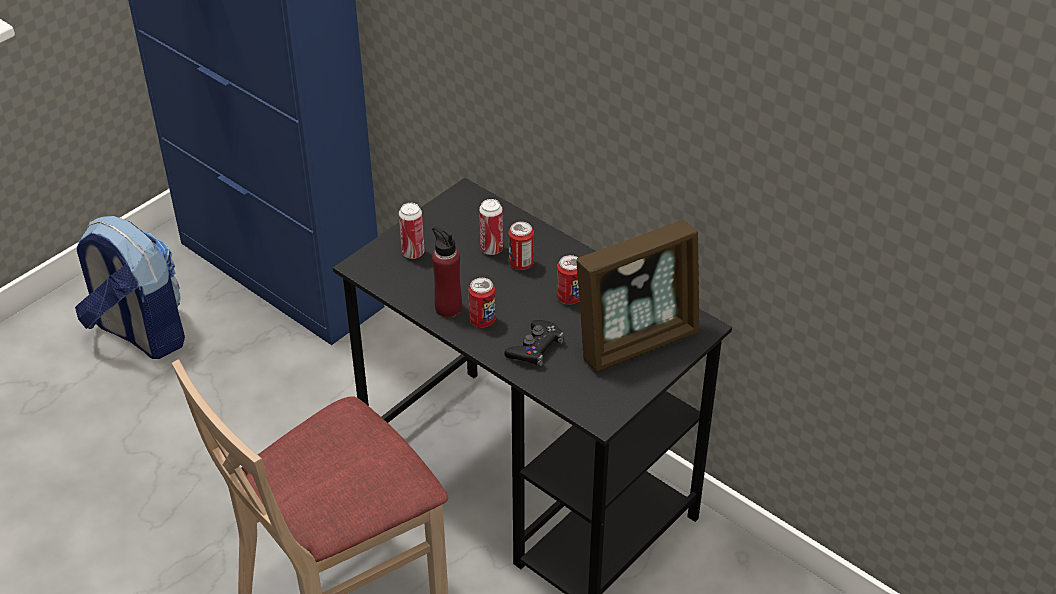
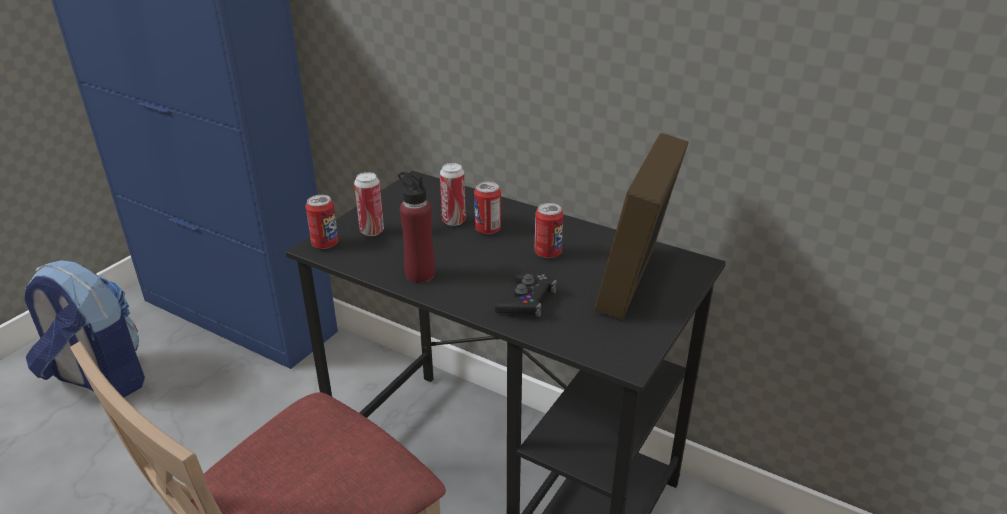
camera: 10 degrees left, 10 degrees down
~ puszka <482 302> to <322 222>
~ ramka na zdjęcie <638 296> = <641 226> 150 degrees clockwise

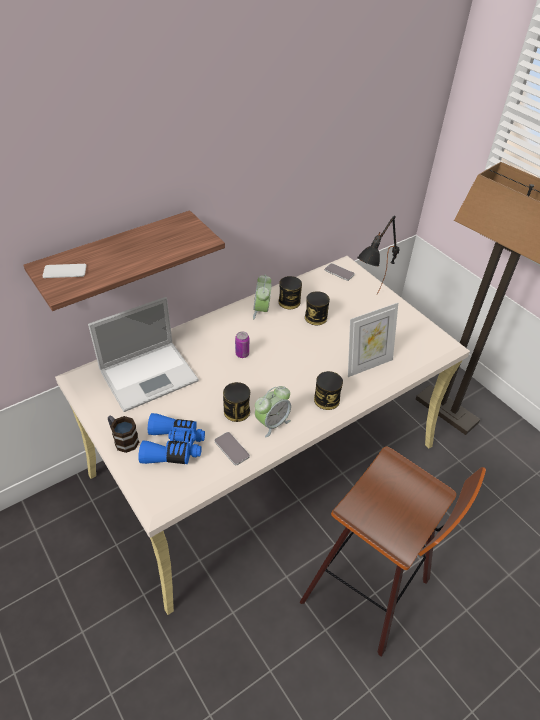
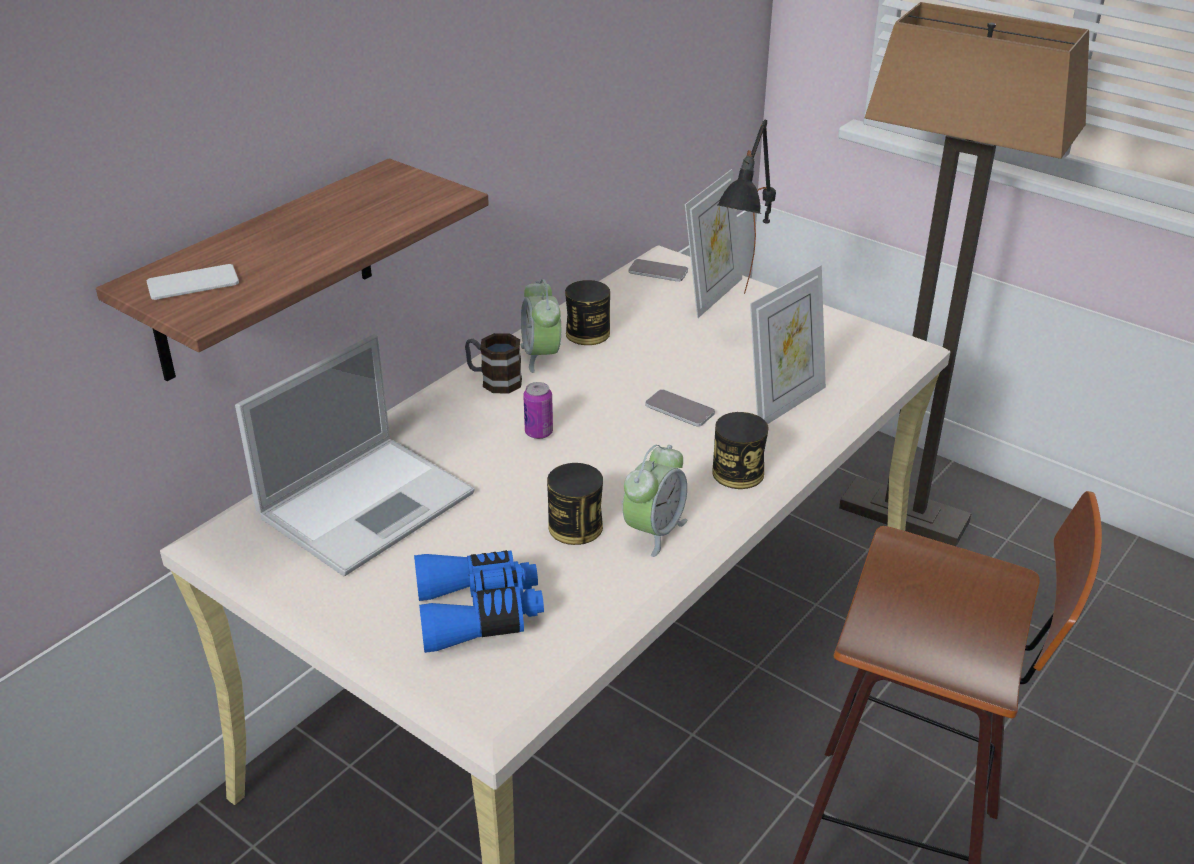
camera: 15 degrees left, 10 degrees down
- puszka <317 308>
+ ramka na zdjęcie <713 243>
~ kubek <123 434> to <493 363>
~ telefon <232 448> to <680 408>

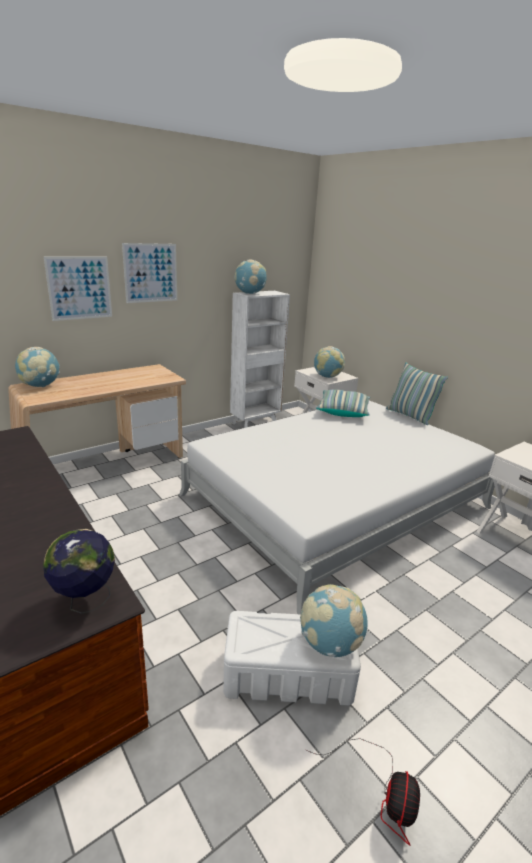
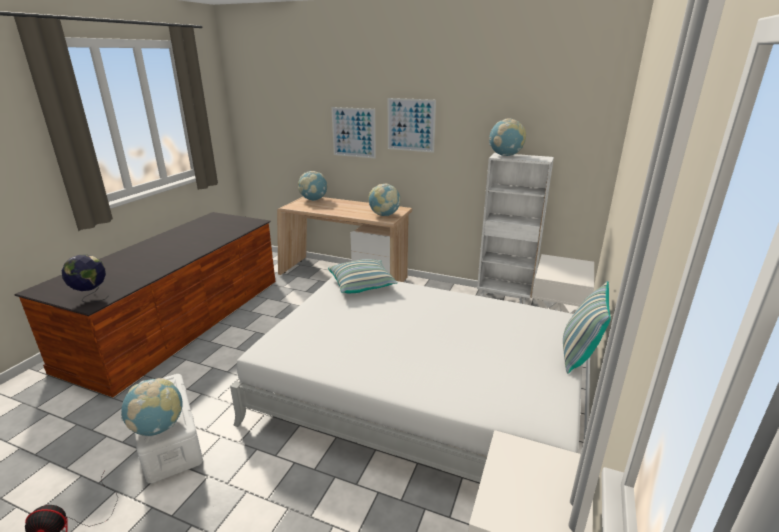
camera: 60 degrees right, 0 degrees up
~ globus <329 362> to <384 200>
~ poduszka <343 403> to <363 276>

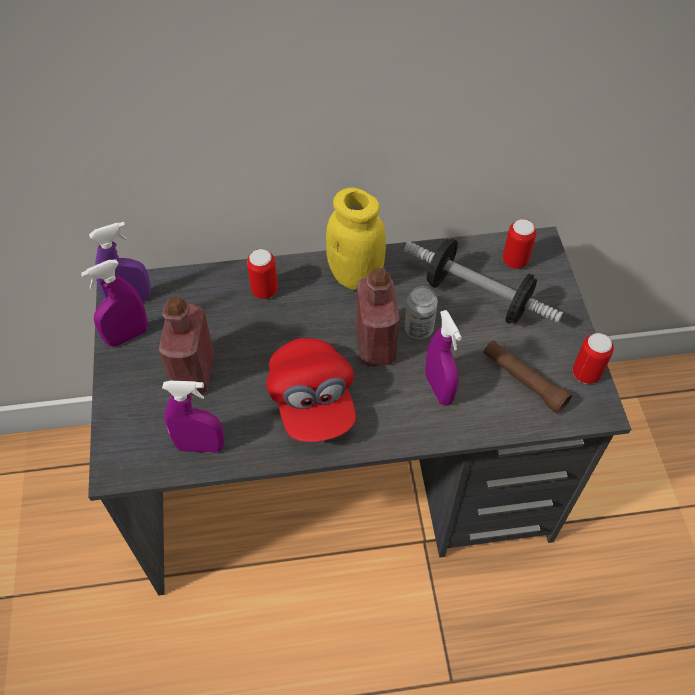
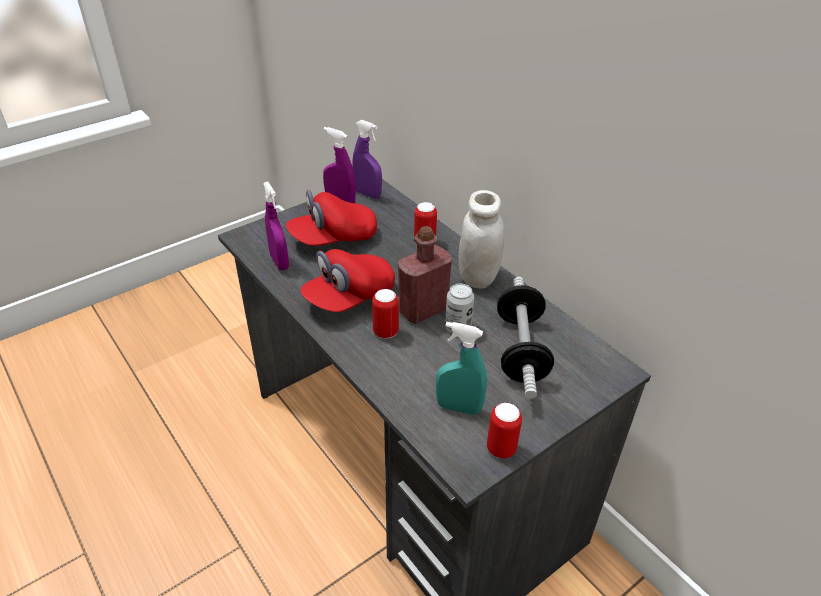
camera: 60 degrees right, 15 degrees down
- spryskiwacz/fioletowy <443 358>
~ puszka <519 244> to <385 314>
~ butelka/czerwony <186 345> to czapka z daszkiem/czerwony <331 218>
~ latarka/brązowy <527 377> to spryskiwacz/turkusowy <461 368>
~ słoik/żółty <356 239> to słoik/biały <481 239>

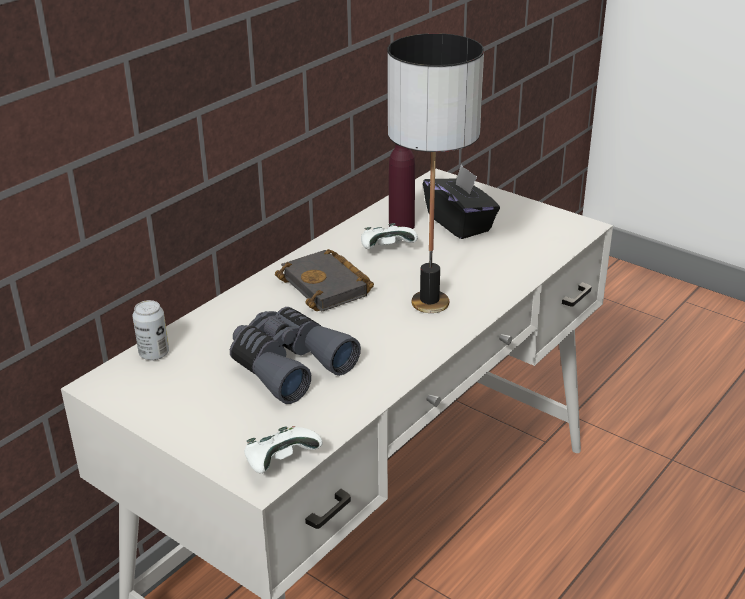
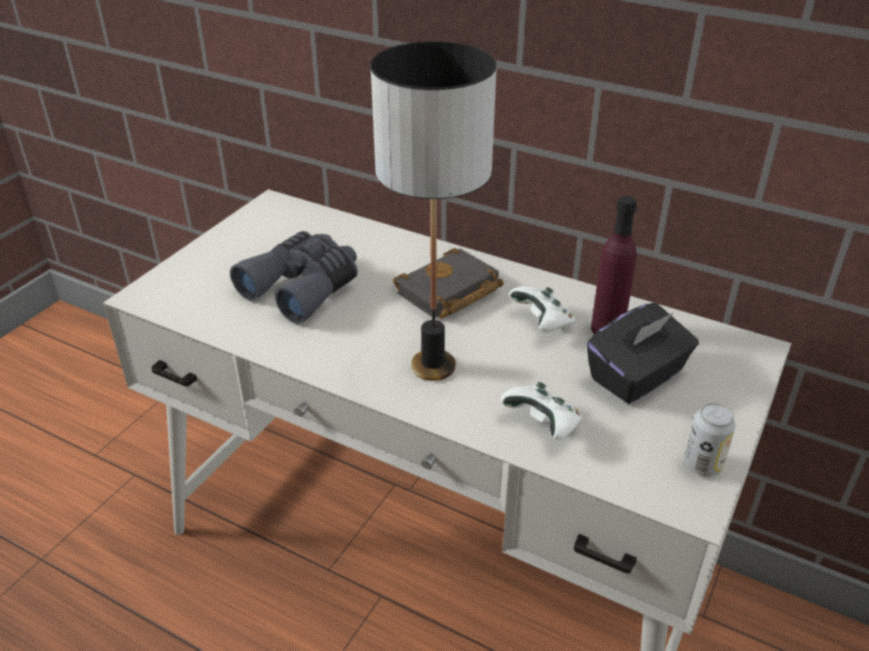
camera: 80 degrees right, 5 degrees up
~ puszka <150 330> to <710 439>
~ pad do gier/biały <283 450> to <541 411>

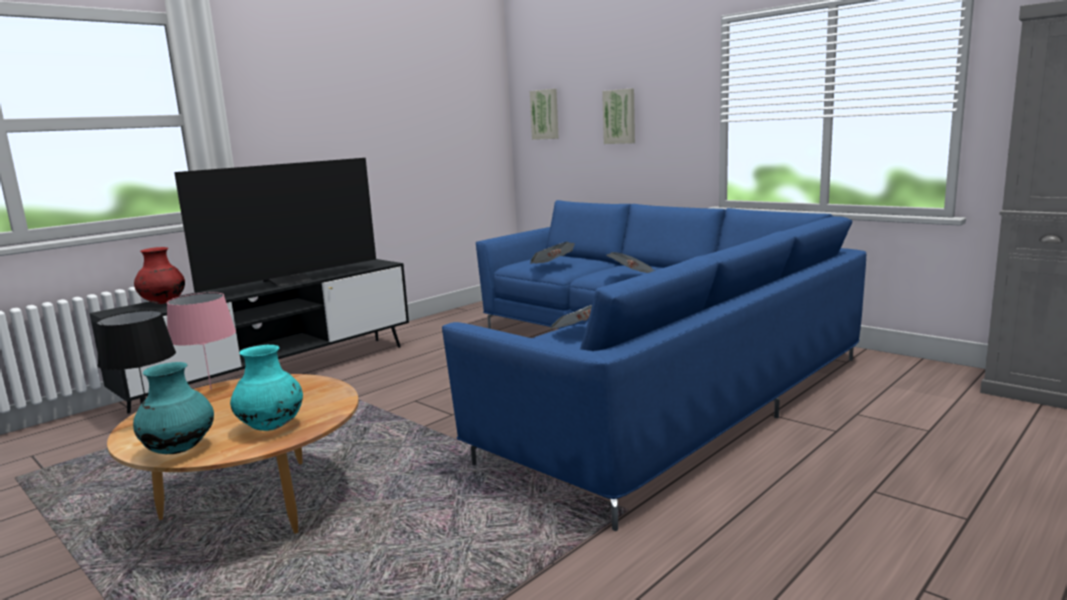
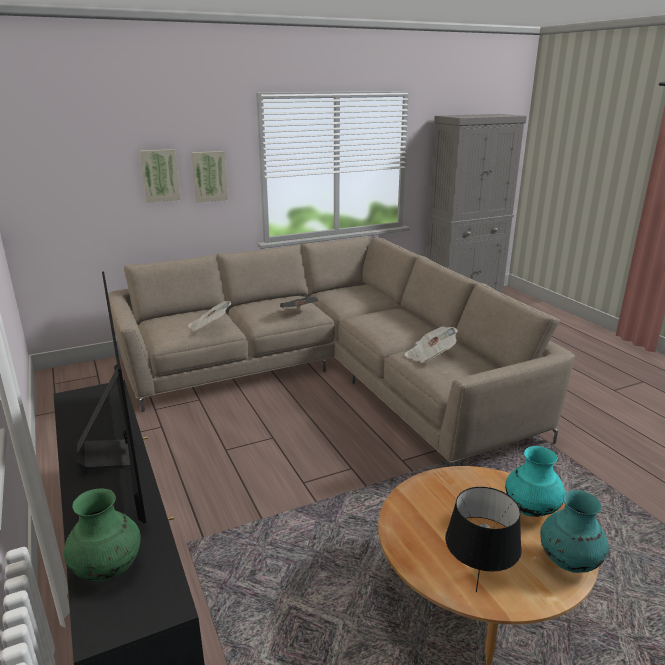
camera: 70 degrees left, 10 degrees up
- lampa stołowa/różowy <201 341>
~ obraz <544 114> to <209 176>
~ wazon/czerwony <159 275> to wazon/zielony <102 534>
~ kanapa/niebieski <654 365> to kanapa/beżowy <341 351>

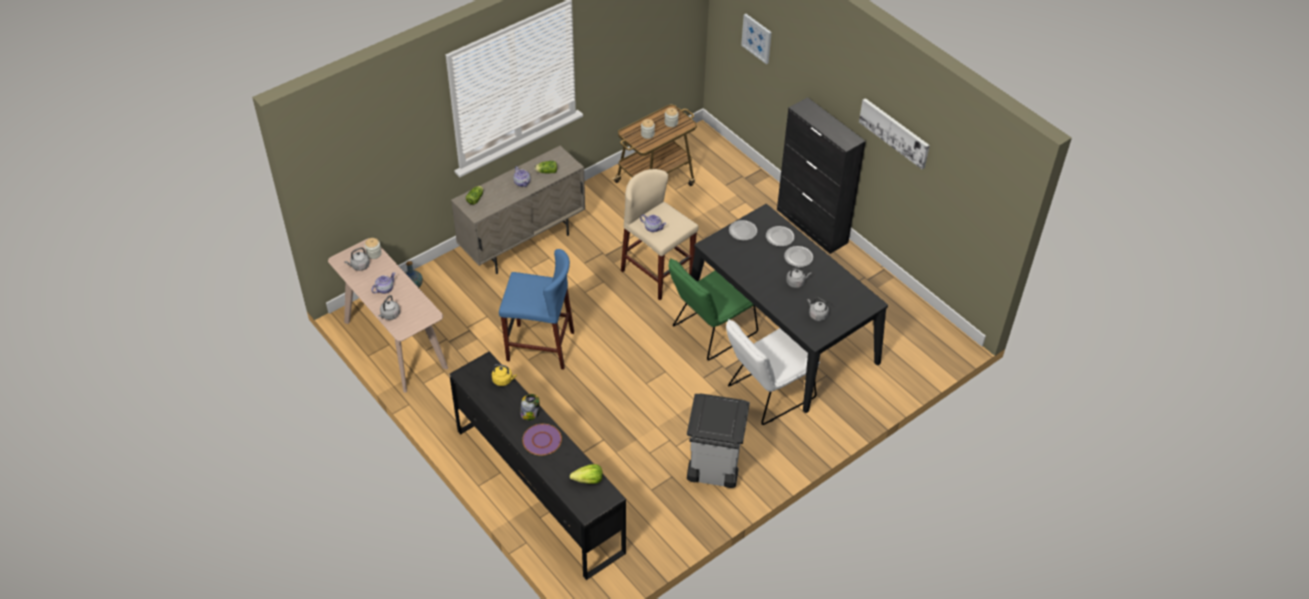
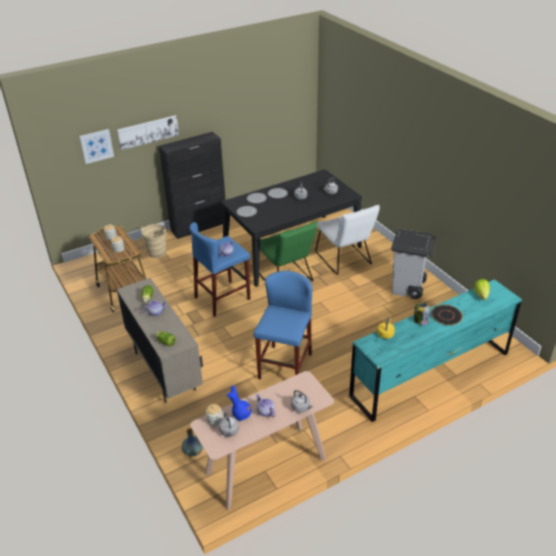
camera: 80 degrees left, 10 degrees down
+ wiadro/beżowy <153 241>
+ wazon/niebieski <239 403>
~ obraz <894 133> to <148 132>
~ komoda/czarny <537 466> to komoda/turkusowy <435 350>
~ talerz/fioletowy <542 440> to talerz/czarny <447 315>
~ stołek/beżowy <660 234> to stołek/niebieski <220 269>

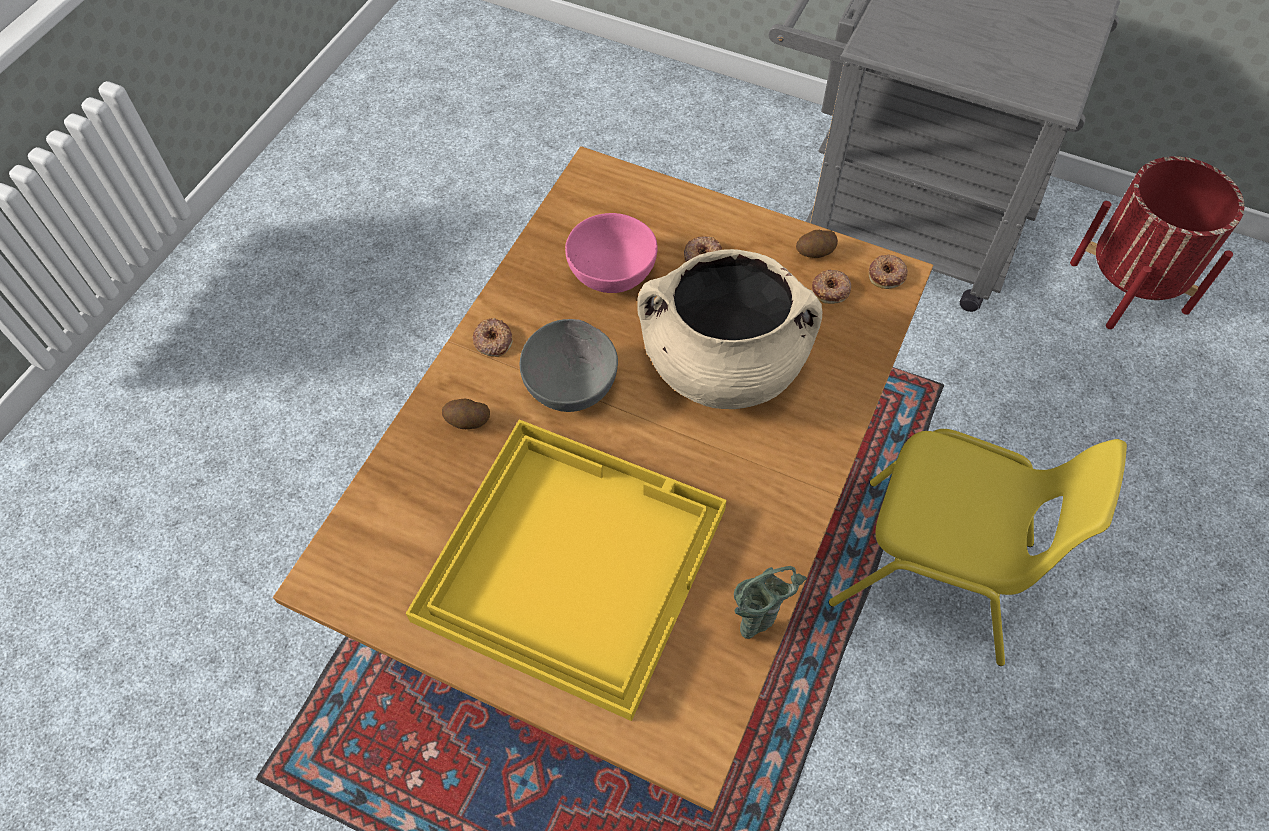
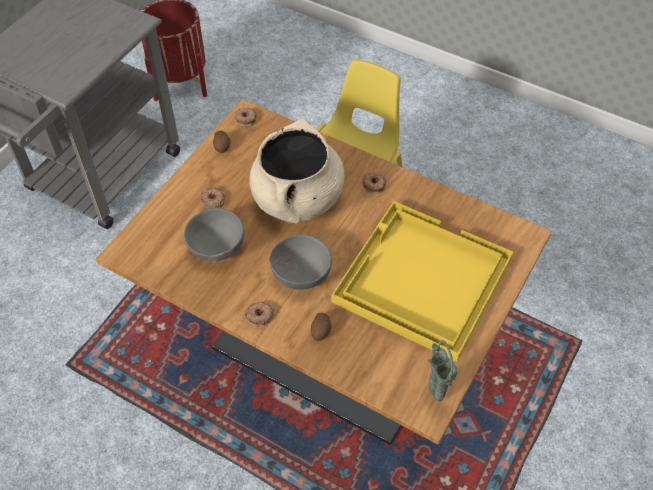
camera: 85 degrees left, 5 degrees down
~ wazon/zielony <770 602> to <442 370>
~ donut <831 287> to <374 183>
~ miska/różowy <611 253> to miska/szary <214 234>

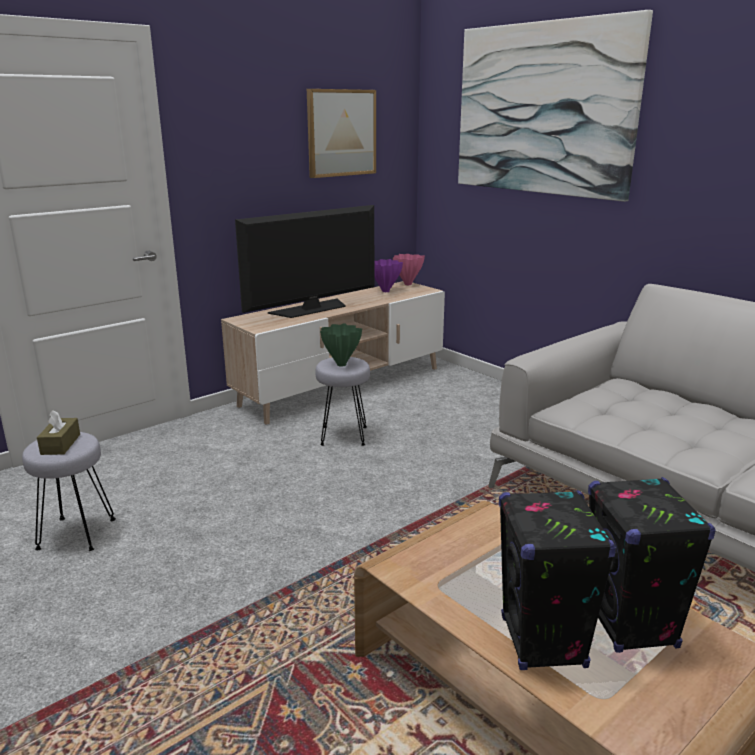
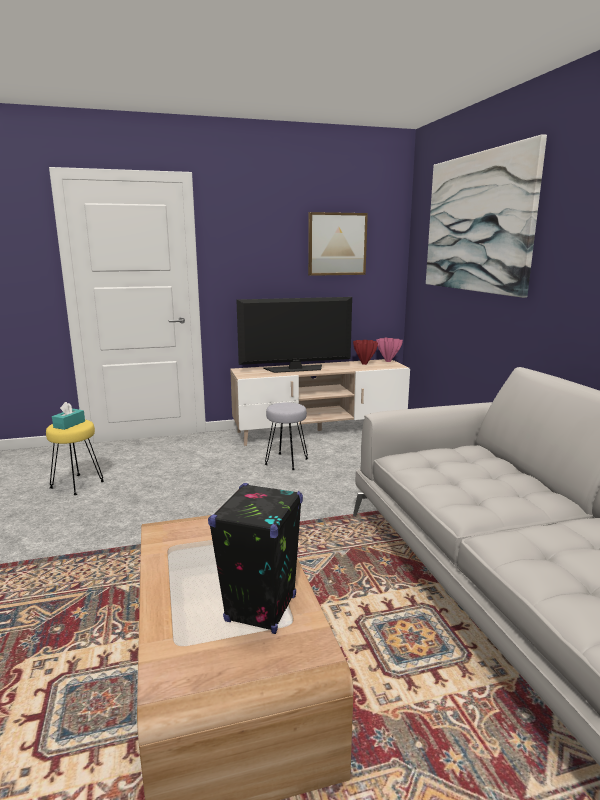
camera: 25 degrees right, 5 degrees down
- wazon/zielony <341 345>
- głośnik/czarny <557 580>
~ stołek/szary <69 491> to stołek/żółty <75 457>
~ pudełko chusteczek/brązowy <58 432> to pudełko chusteczek/turkusowy <68 416>
~ wazon/fioletowy <388 275> to wazon/czerwony <365 352>

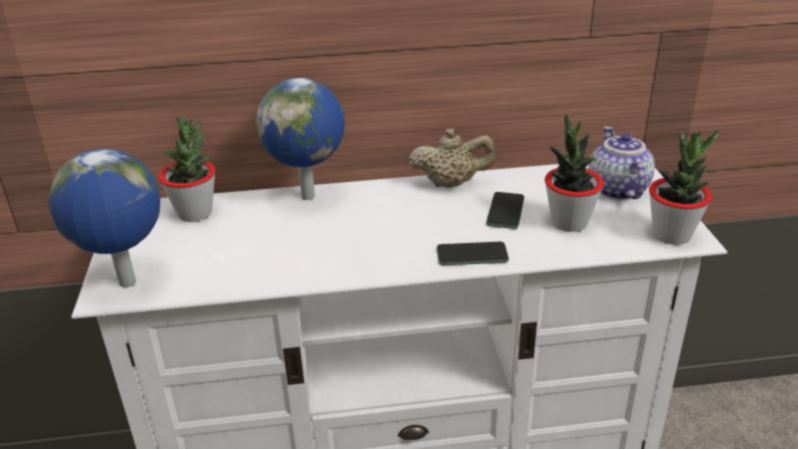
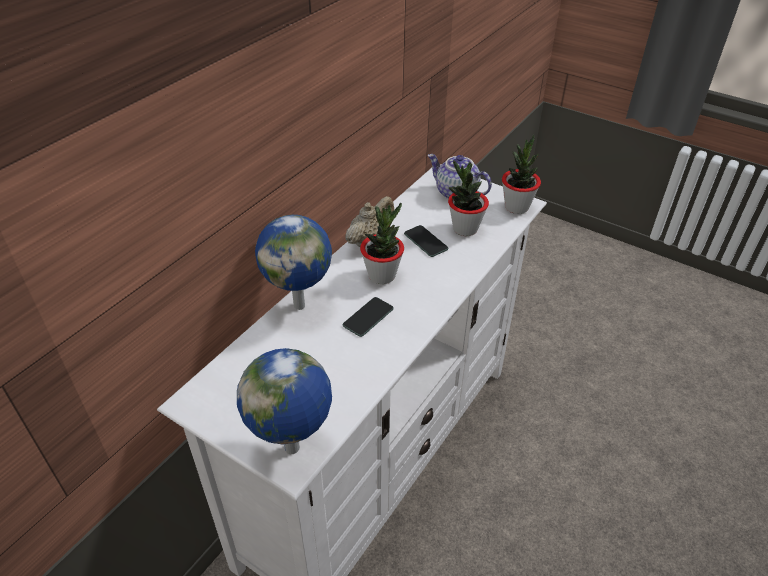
camera: 50 degrees left, 10 degrees up
~ roślina doniczkowa <187 169> to <382 243>
~ telefon <473 253> to <368 317>

